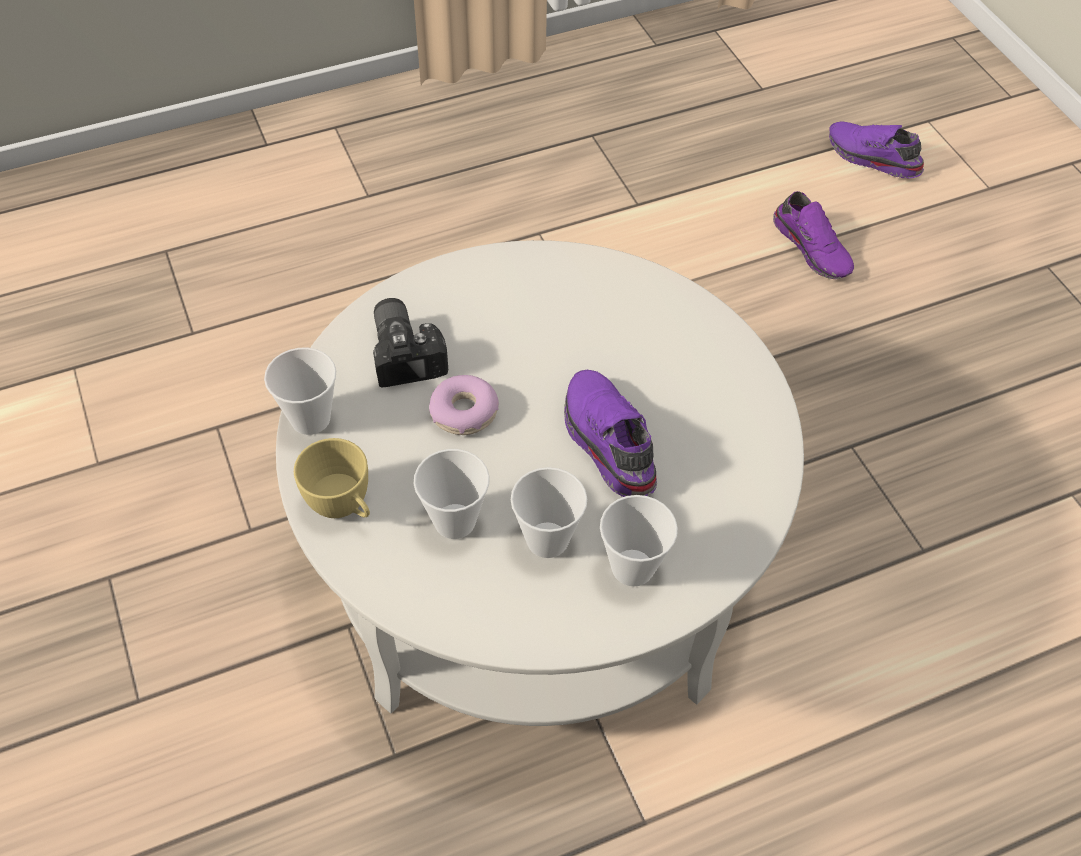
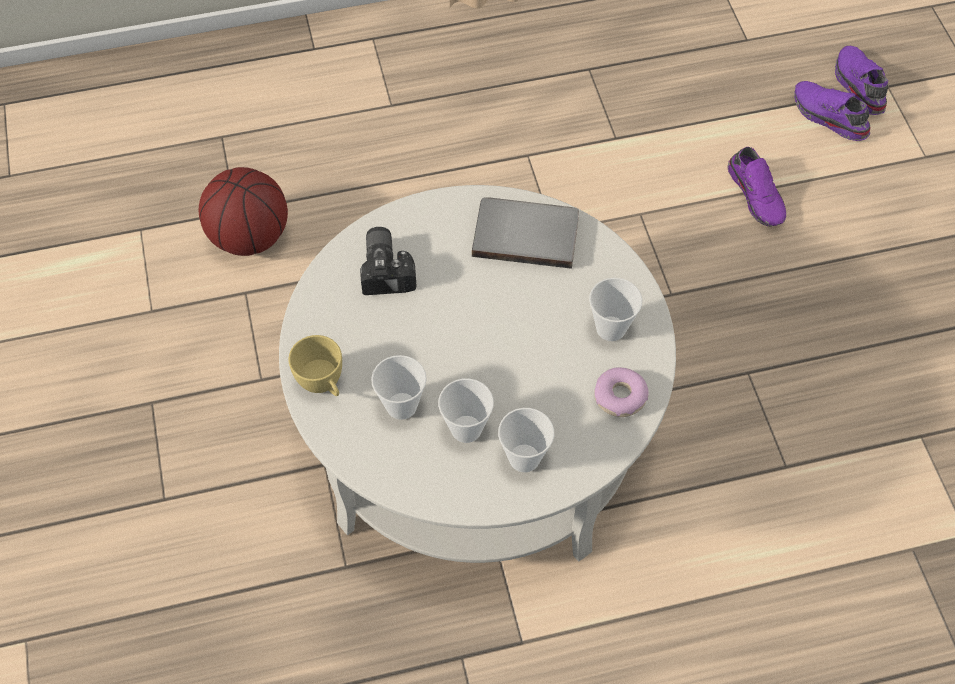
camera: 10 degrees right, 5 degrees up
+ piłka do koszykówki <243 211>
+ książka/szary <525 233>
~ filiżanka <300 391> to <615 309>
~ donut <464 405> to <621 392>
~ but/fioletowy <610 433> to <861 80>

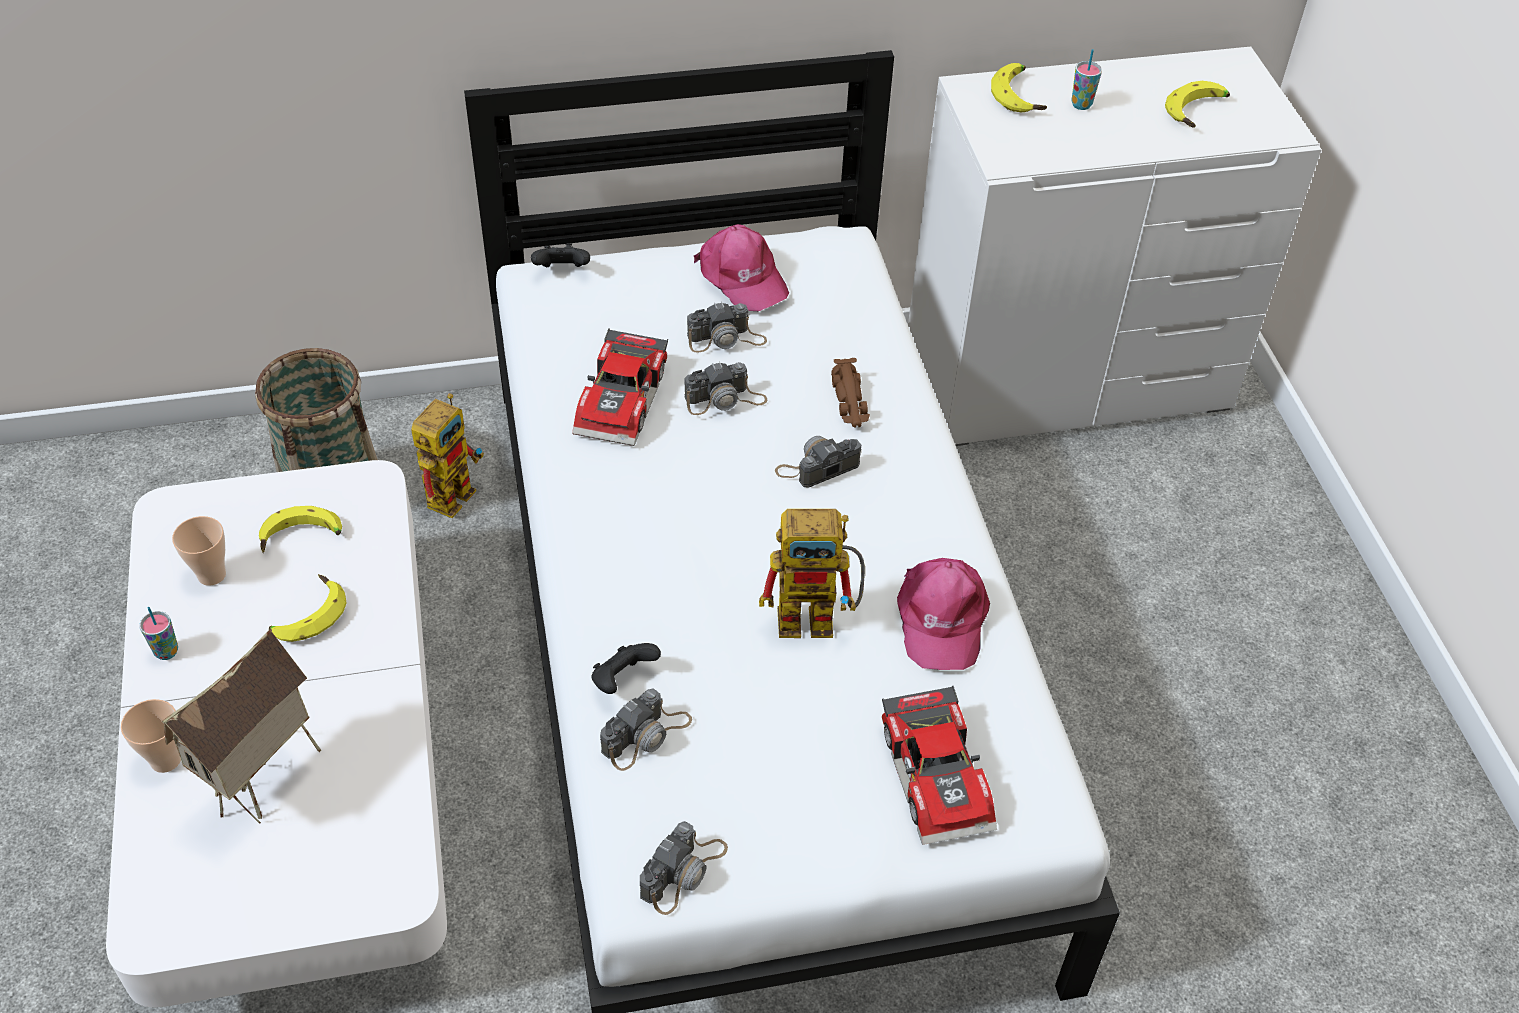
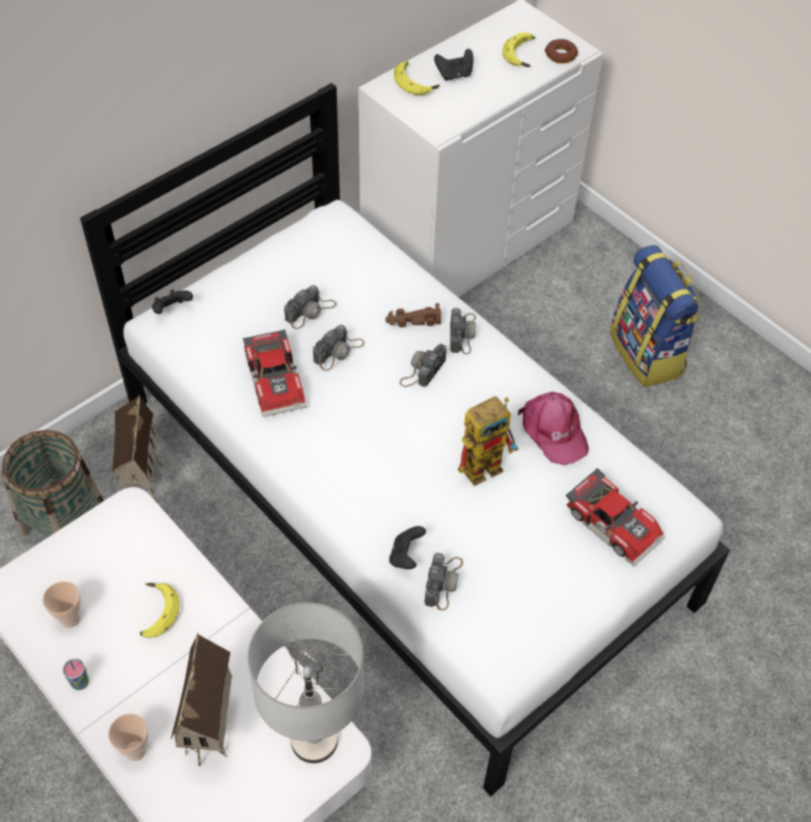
camera: 30 degrees left, 5 degrees up
- banan <300 529>
- czapka z daszkiem/różowy <741 267>
+ lampa stołowa/szary <306 682>
+ donut <561 51>
+ plecak <655 316>
~ aparat fotograficzny <684 868> to <463 331>
~ robot zabawkowy <447 455> to domek <137 449>
~ filiżanka <1086 79> to pad do gier/czarny <453 65>
~ samochodzik/brązowy <850 392> = <413 315> 120 degrees clockwise

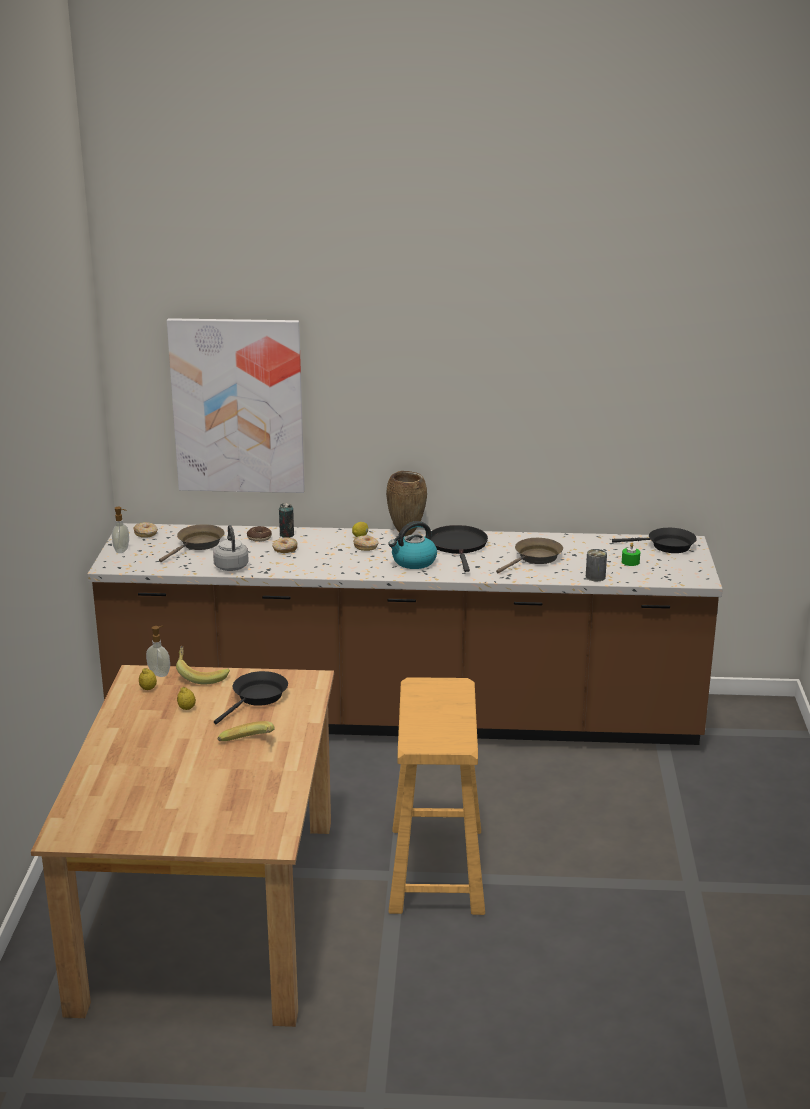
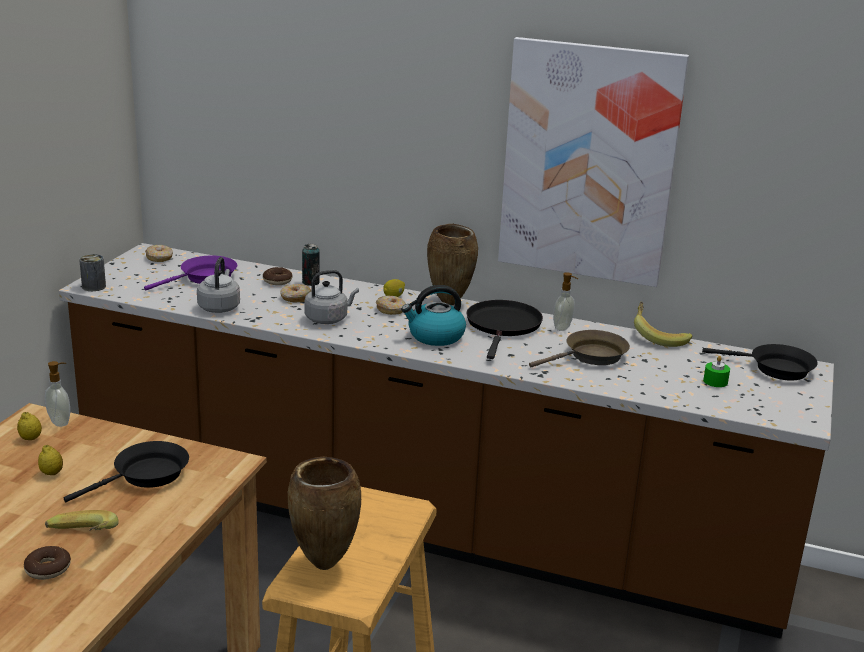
camera: 15 degrees right, 0 degrees up
+ donut <47 563>
+ wazon/brązowy <324 513>
+ czajnik/szary <331 297>
~ dozownik mydła <120 530> to <565 301>
~ obraz <236 405> to <593 162>
~ banan <203 665> to <663 324>
~ puszka <596 565> to <92 272>
~ patelnia/brązowy <192 543> to patelnia/fioletowy <190 272>

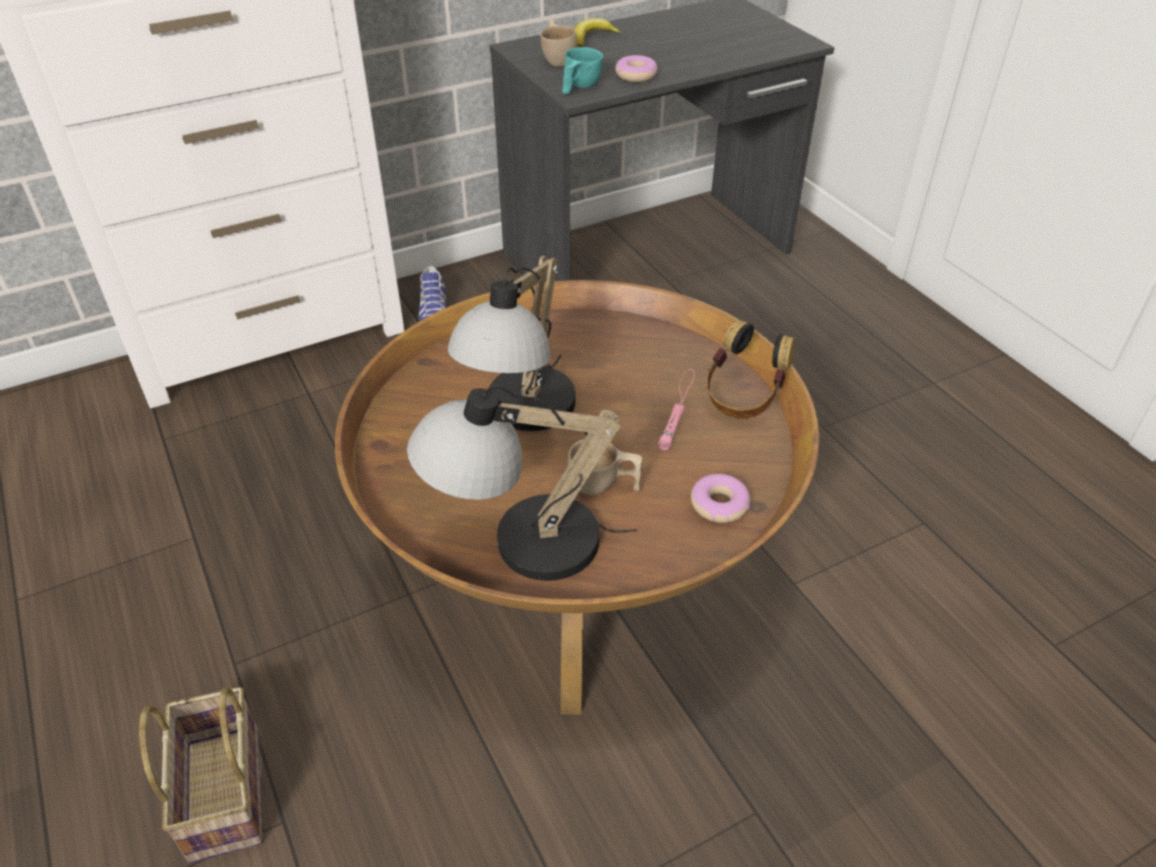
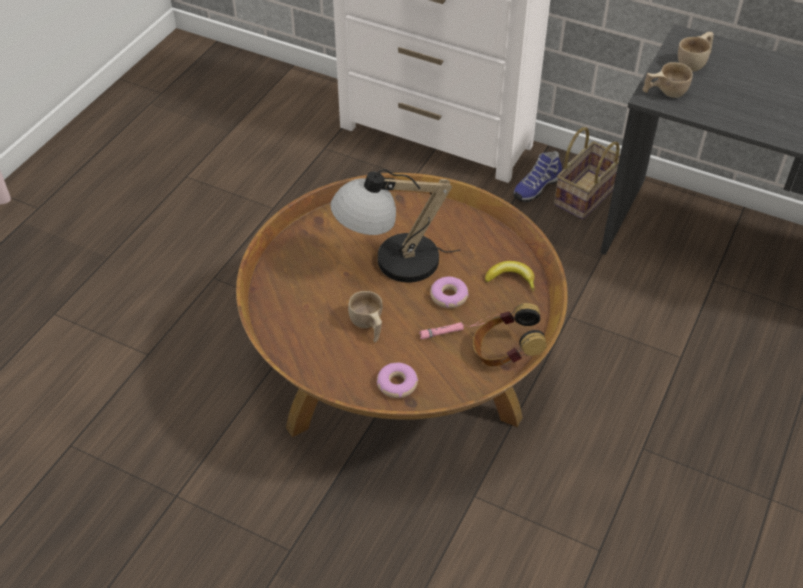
camera: 55 degrees right, 5 degrees up
- lampa stołowa <522 483>
~ koszyk <201 775> to <587 173>
~ banan <598 32> to <510 276>
~ donut <636 68> to <449 292>
~ filiżanka/turkusowy <582 70> to filiżanka/beżowy <668 80>

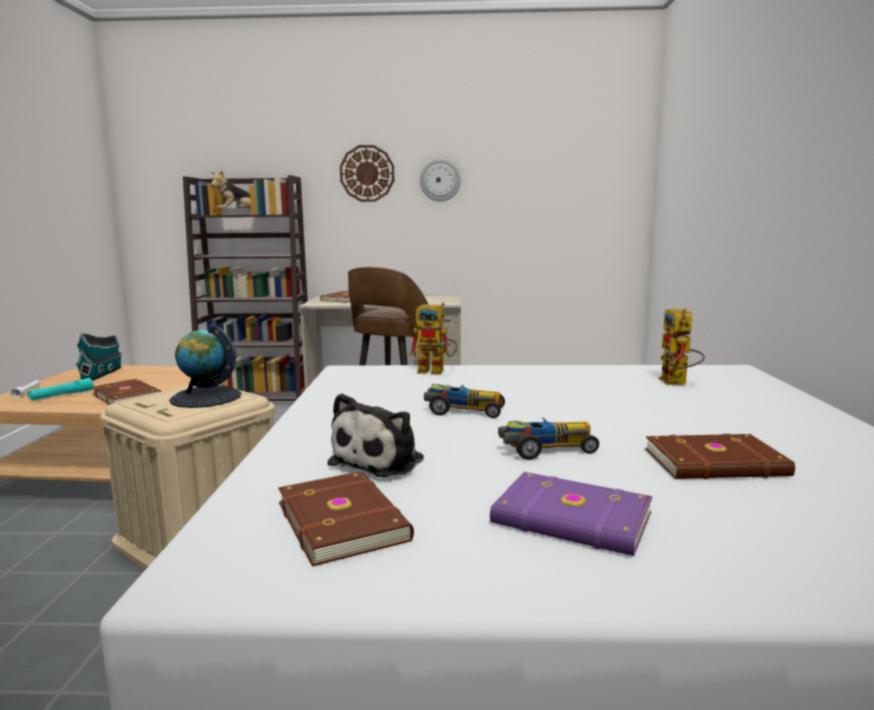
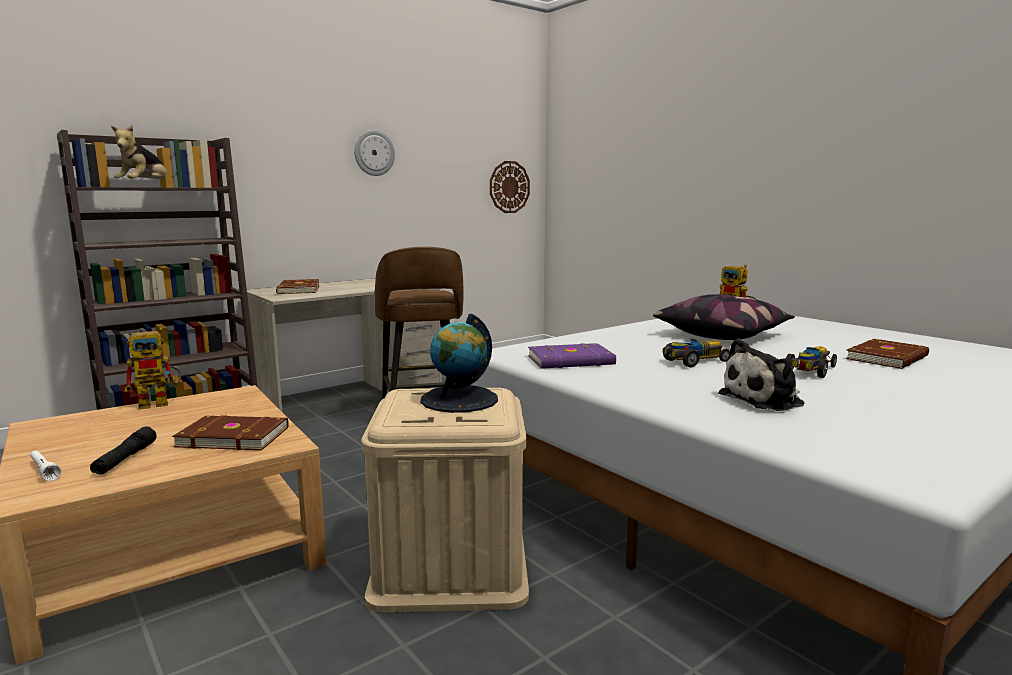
camera: 40 degrees left, 0 degrees up
- domek <99 356>
- książka/brązowy <346 519>
+ poduszka <724 317>
~ zegar ścienny <367 173> to <510 187>
~ robot zabawkowy <433 338> to <153 369>
~ książka/fioletowy <571 514> to <572 356>
~ latarka/turkusowy <60 389> to latarka/czarny <123 450>
~ pluszak <376 435> = <761 374> 75 degrees clockwise

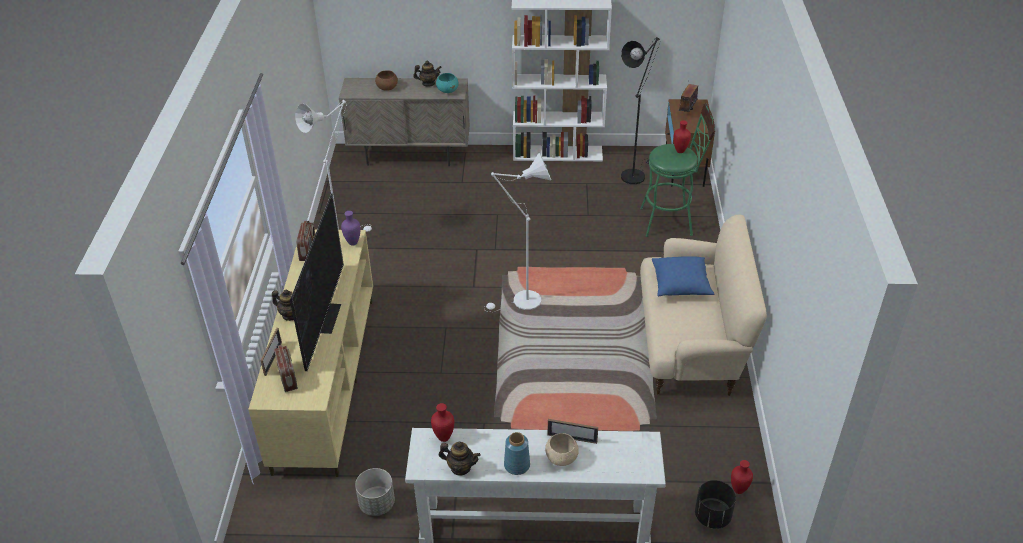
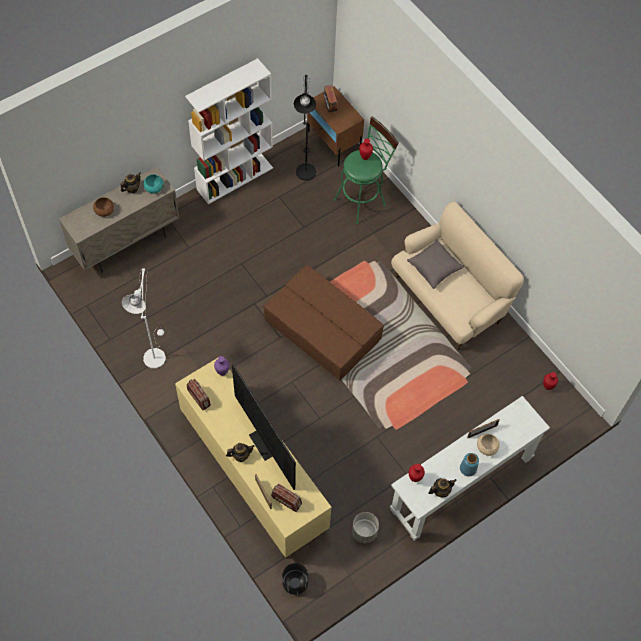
camera: 40 degrees left, 20 degrees up
~ donica/czarny <715 504> to <295 579>
~ lampa stojąca/biały <517 232> to pufa/brązowy <323 322>
~ poduszka/niebieski <683 276> to poduszka/szary <435 264>

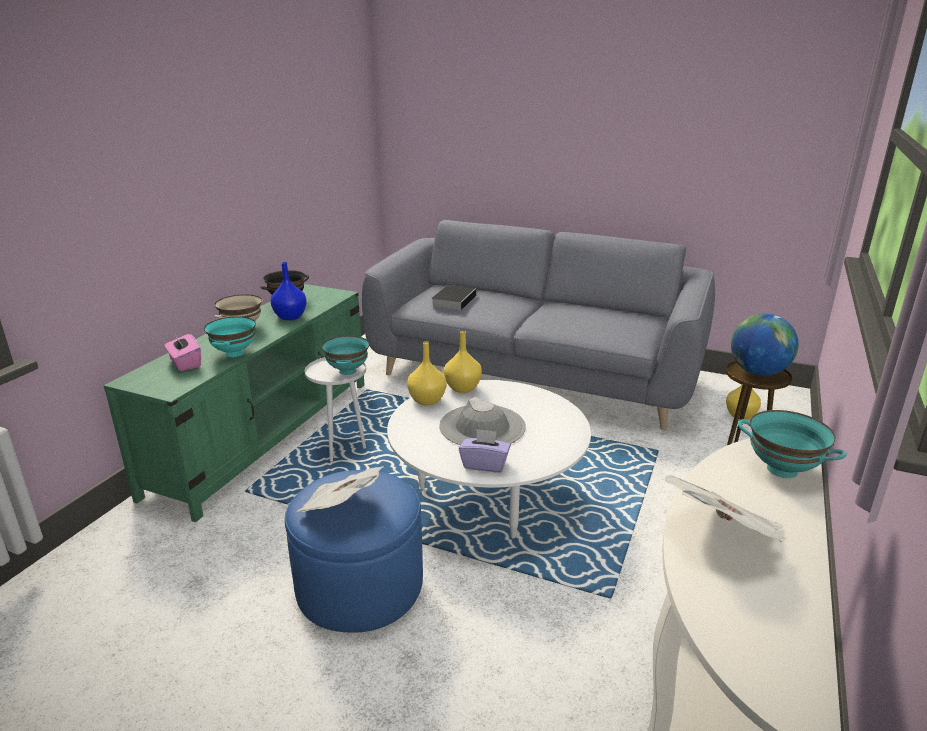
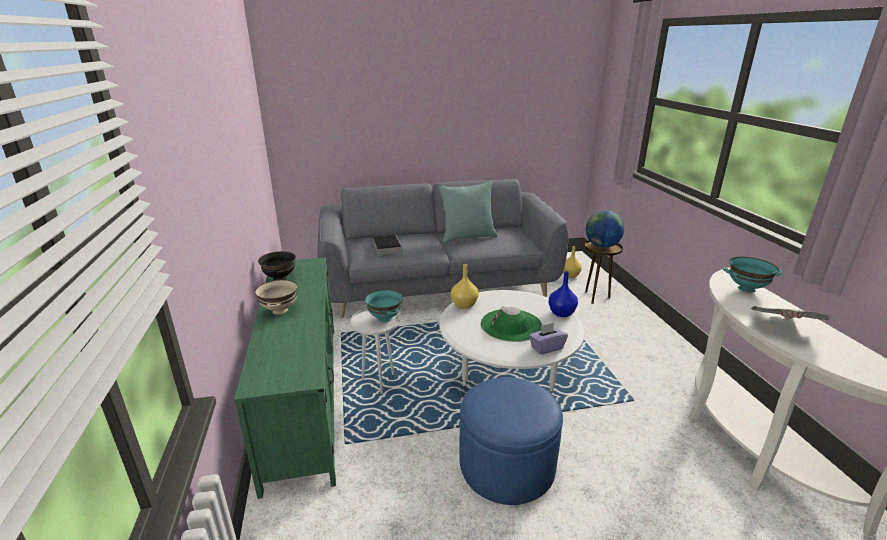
camera: 35 degrees left, 0 degrees up
- pudełko chusteczek/różowy <183 351>
- miska/turkusowy <230 336>
- gazeta <340 489>
- wazon/żółty <426 373>
+ poduszka/turkusowy <467 212>
~ wazon/niebieski <289 291> to <563 294>
~ kapelusz/szary <482 421> to kapelusz/zielony <511 324>

